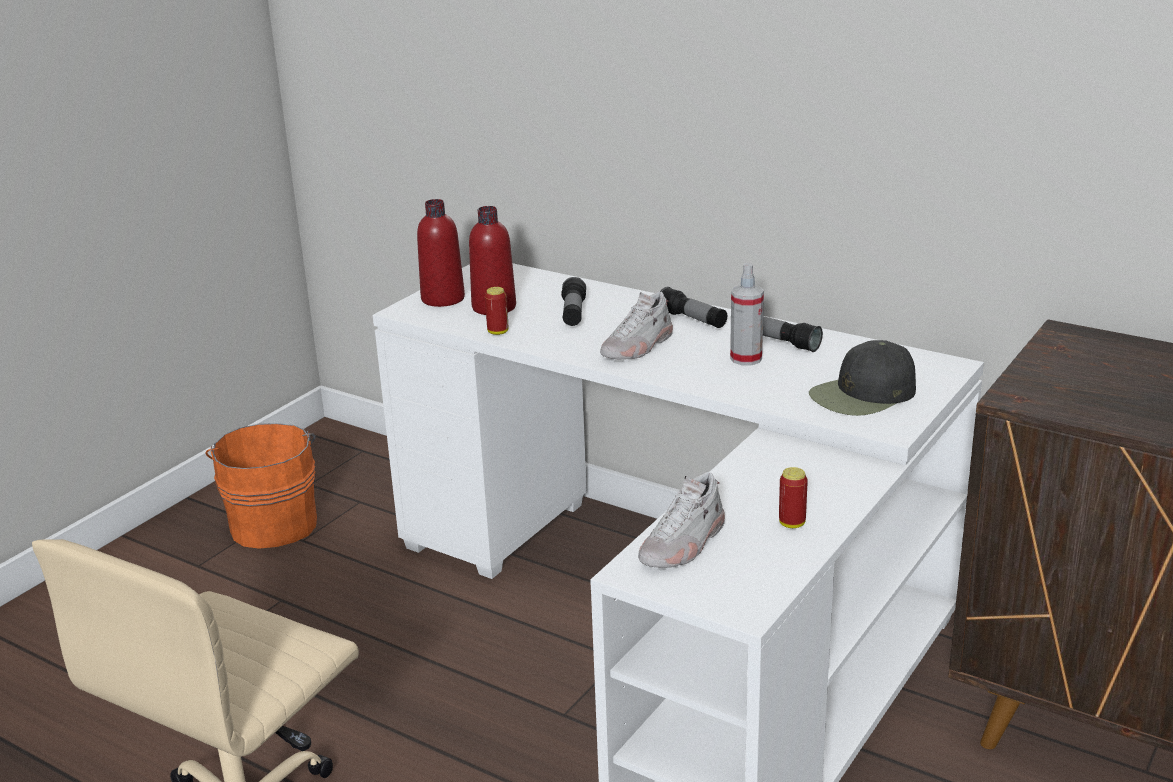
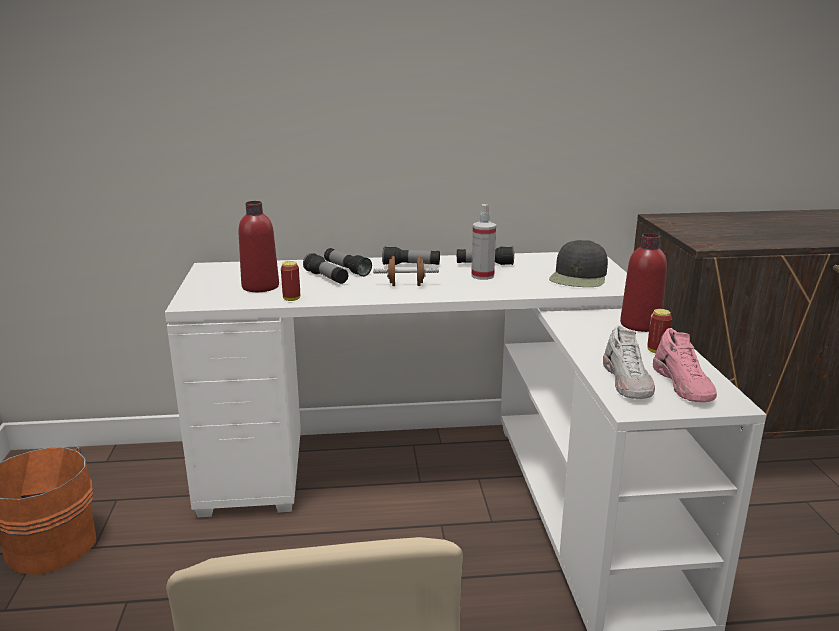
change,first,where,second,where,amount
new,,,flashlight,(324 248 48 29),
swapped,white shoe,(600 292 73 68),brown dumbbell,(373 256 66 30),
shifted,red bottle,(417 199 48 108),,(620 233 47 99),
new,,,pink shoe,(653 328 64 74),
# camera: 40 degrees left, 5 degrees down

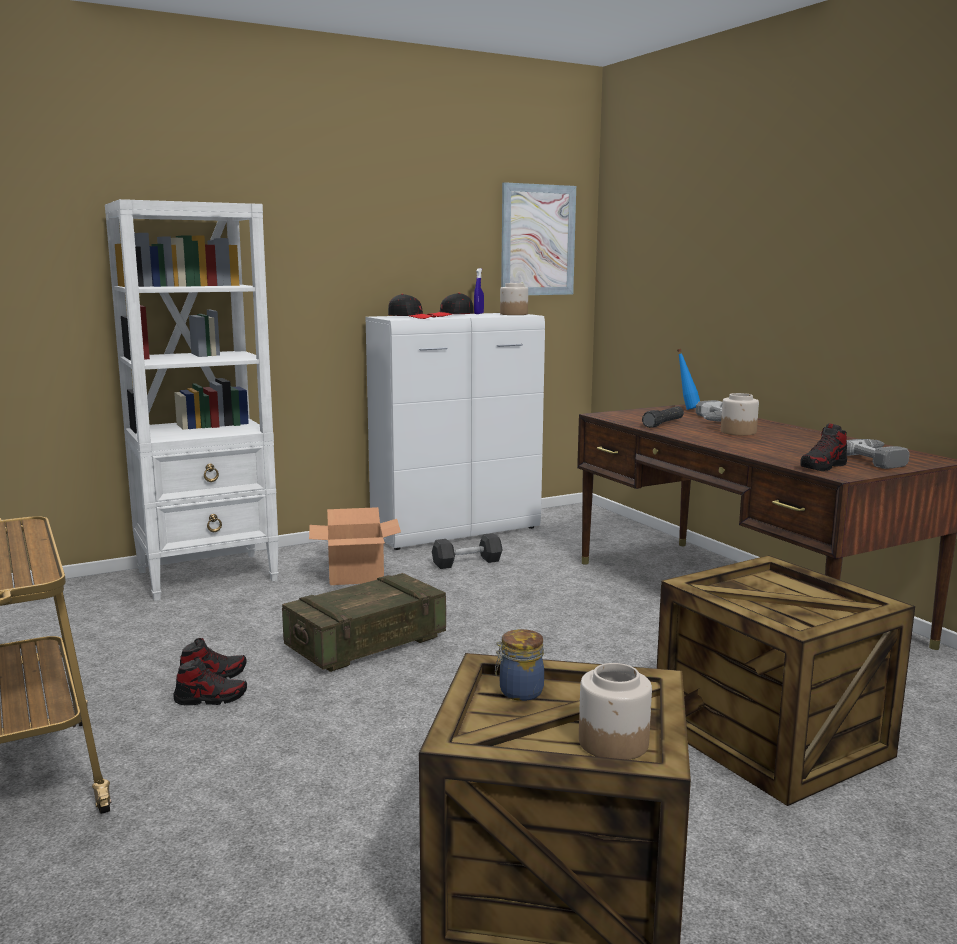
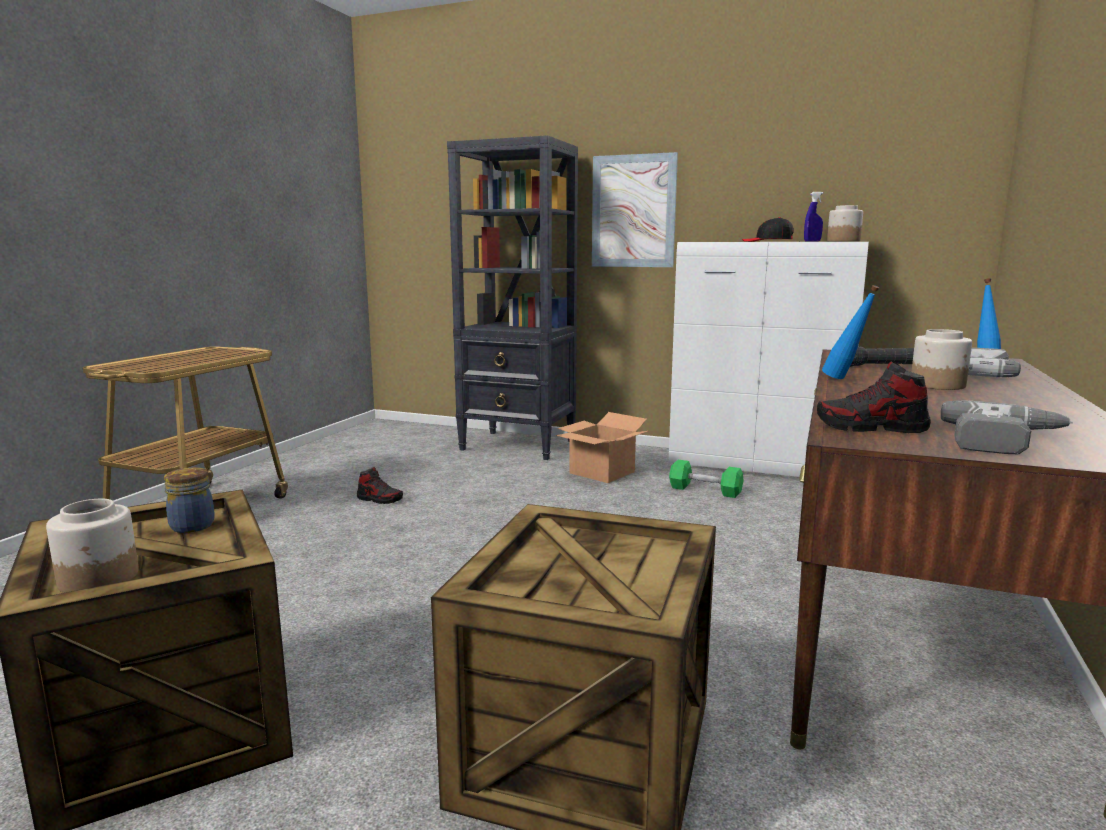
change,first,where,second,where,amount
repainted,white bookcase,(105 199 174 402),black bookcase,(447 135 131 325),
shifted,picture,(501 182 75 113),,(592 152 86 115),
repainted,grey dumbbell,(432 533 71 36),green dumbbell,(669 460 75 38),
new,,,blue bottle,(822 285 57 94),
gone,shoe,(173 657 74 48),,,
gone,crate,(282 573 164 99),,,
gone,black cap,(388 294 48 25),,,
# camera: 50 degrees right, 0 degrees up

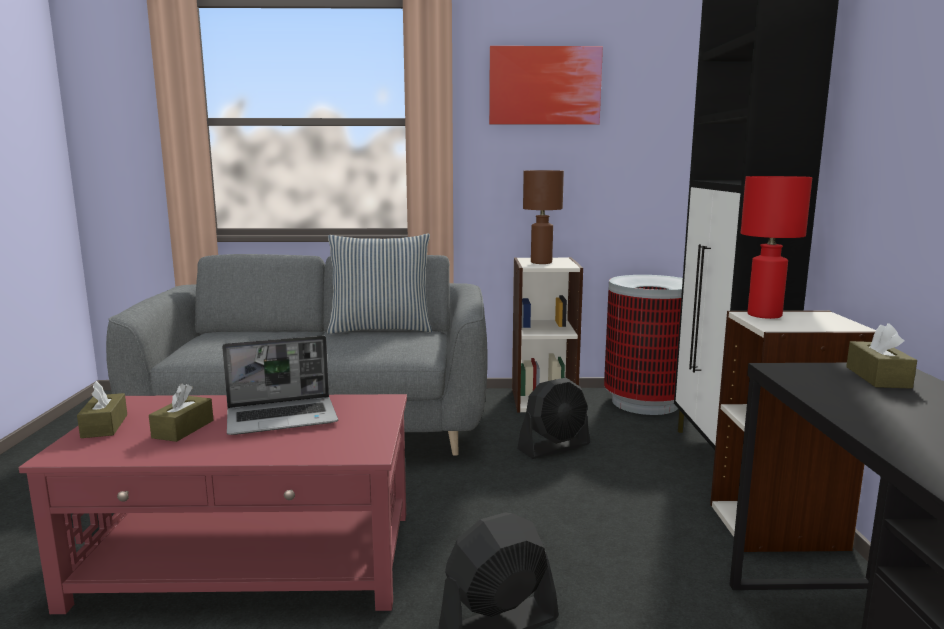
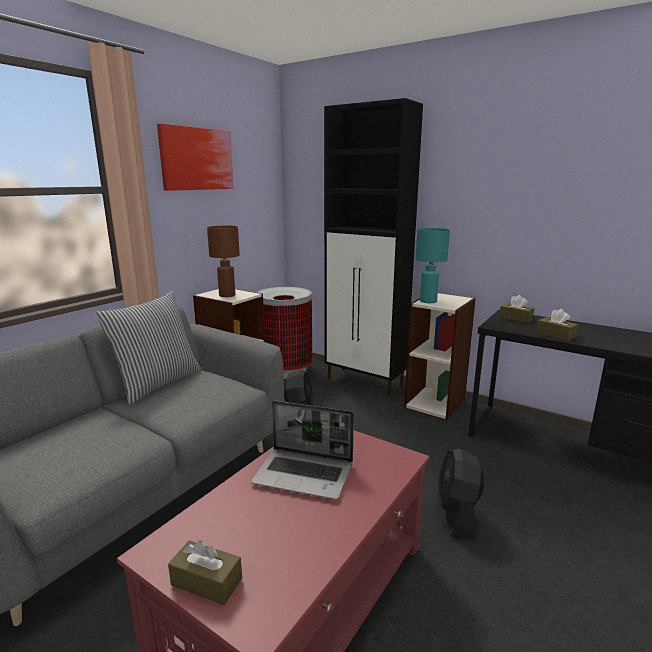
change,first,where,second,where,amount
rotated,laptop,(222 335 116 100),,(251 400 103 100),90 degrees clockwise
repainted,red table lamp,(741 176 71 143),turquoise table lamp,(415 228 35 75),
shifted,brown tissue box,(149 383 64 59),,(537 309 41 32),
# camera: 55 degrees left, 5 degrees up

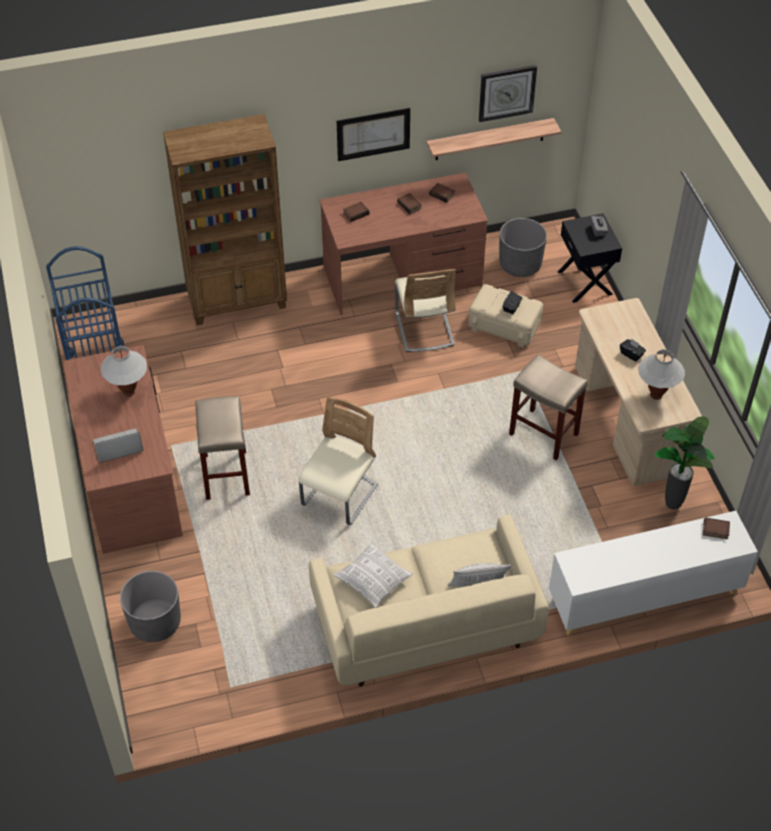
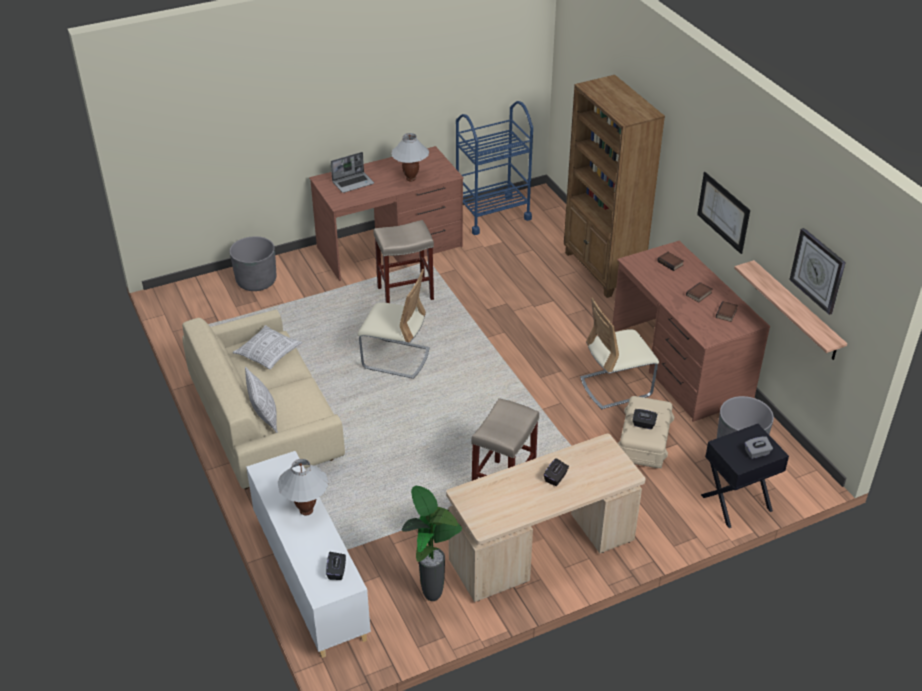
change,first,where,second,where,amount
shifted,white table lamp,(638 349 47 51),,(278 459 51 57),
swapped,book,(703 517 27 22),black tissue box,(326 552 20 28),
rotated,laptop,(93 428 50 35),,(331 152 43 41),90 degrees clockwise
# camera: 80 degrees right, 10 degrees down

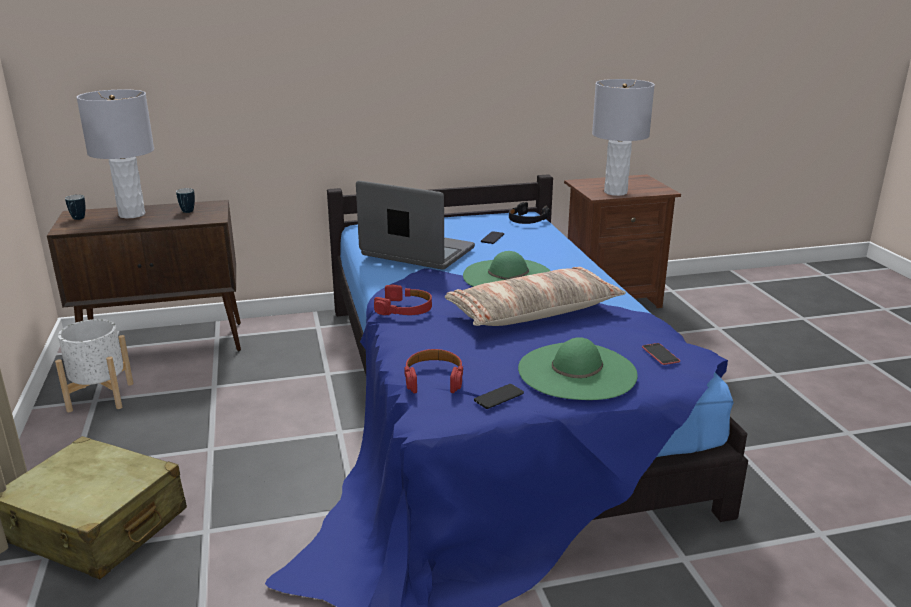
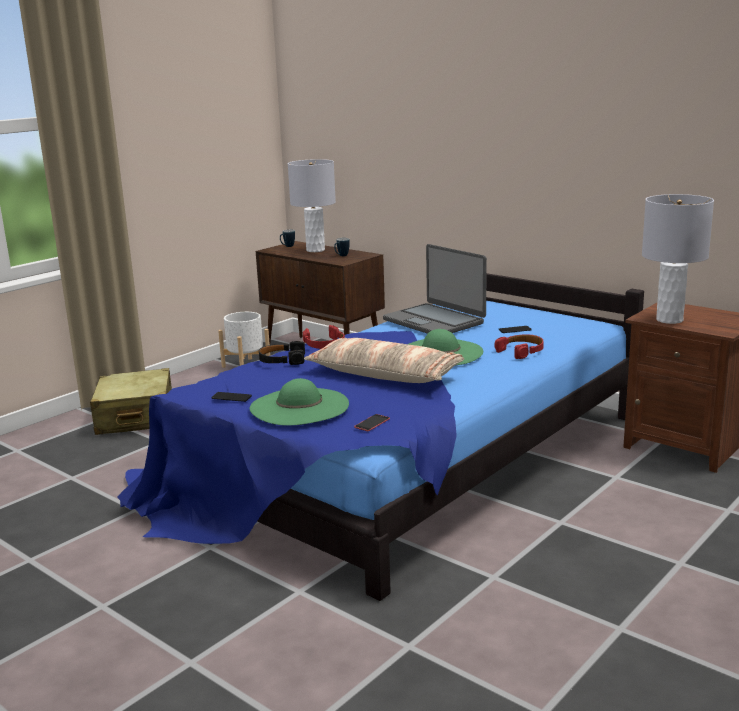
change,first,where,second,where,amount
shifted,black headphones,(509 202 41 22),,(259 341 46 24),
rotated,laptop,(356 181 119 89),,(383 244 104 90),150 degrees clockwise
shifted,red headphones,(404 349 59 44),,(495 334 49 25),
# camera: 55 degrees right, 5 degrees down

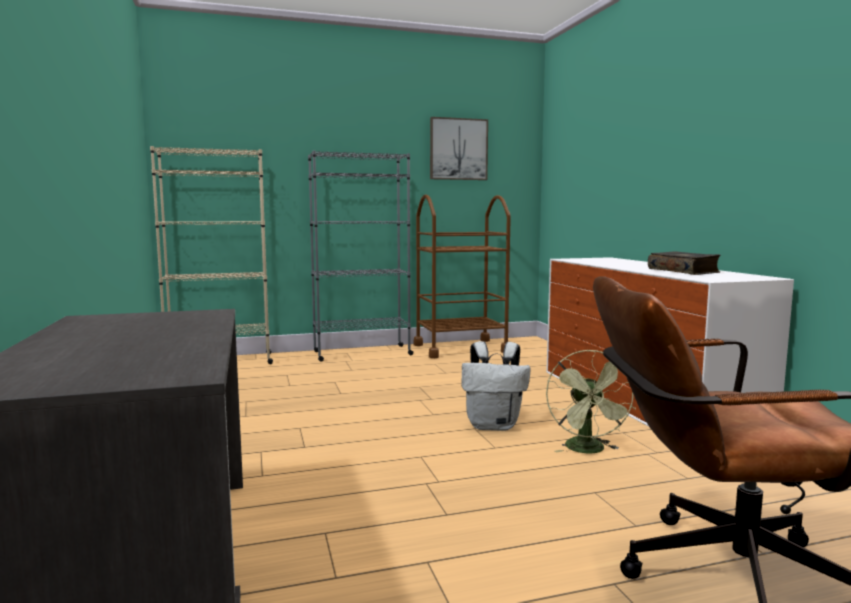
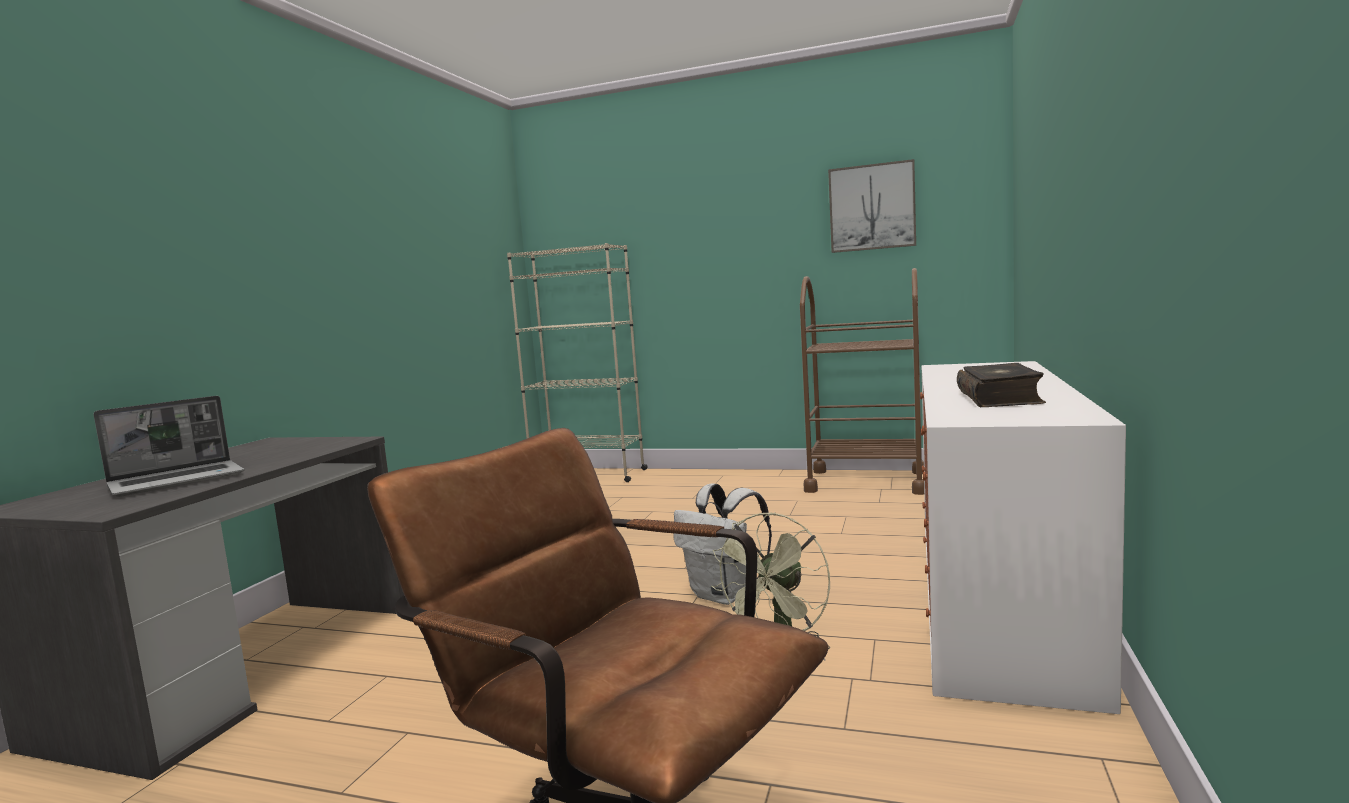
change,first,where,second,where,amount
new,,,laptop,(94 396 151 101),
gone,grey bookcase,(308 150 106 212),,,
# camera: 35 degrees right, 0 degrees up

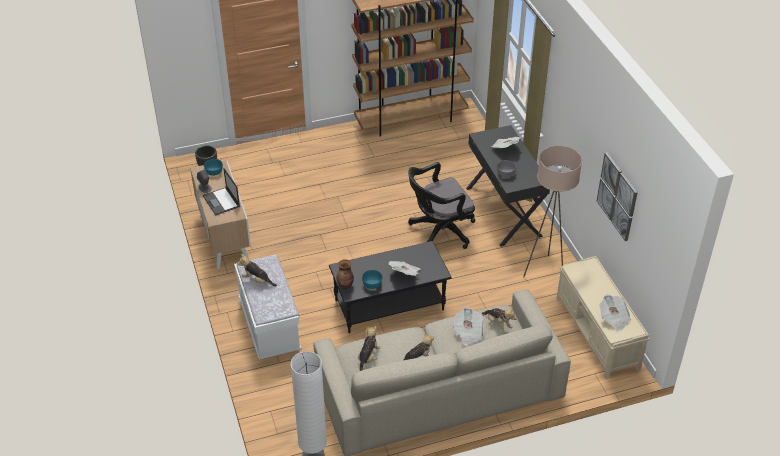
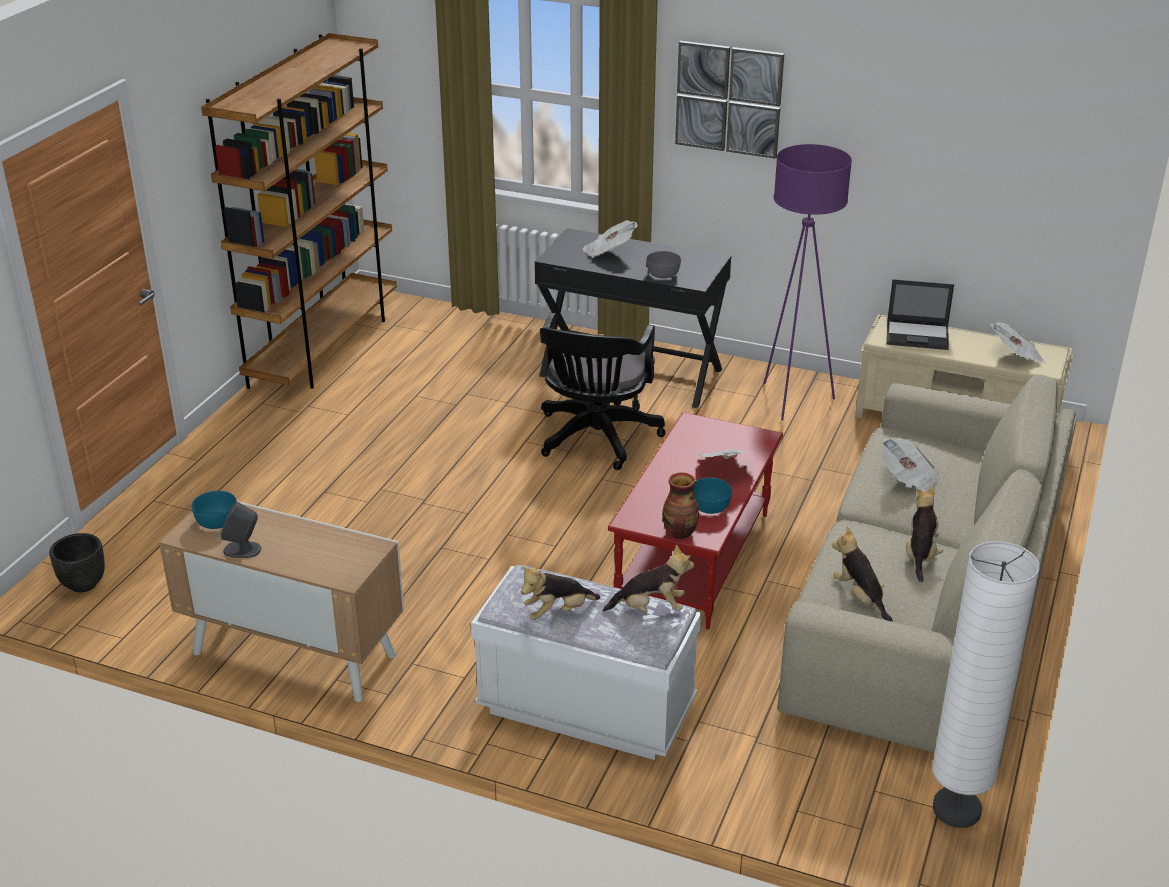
change,first,where,second,where,amount
shifted,plush toy,(481 307 36 25),,(603 544 91 68),
repainted,black coffee table,(329 241 123 92),red coffee table,(608 412 175 218),
shifted,picture,(597 153 41 88),,(675 41 109 118),
repainted,beige floor lamp,(523 146 59 132),purple floor lamp,(764 144 88 277),
shifted,laptop,(203 168 37 47),,(886 279 68 71),
# camera: 50 degrees left, 10 degrees down

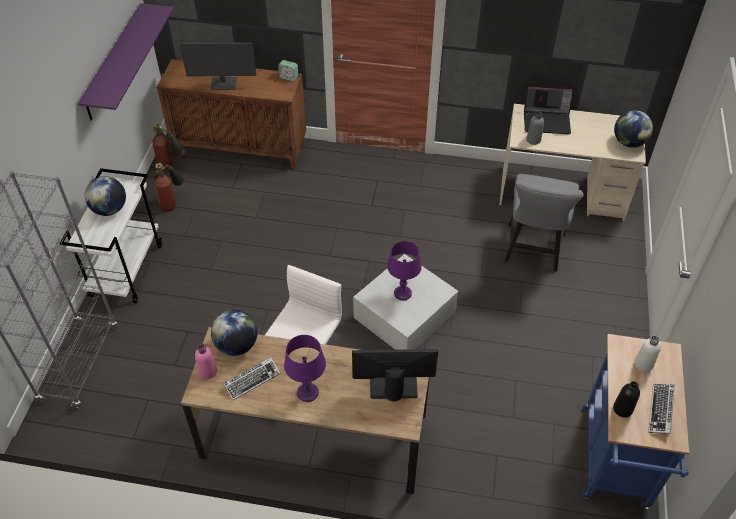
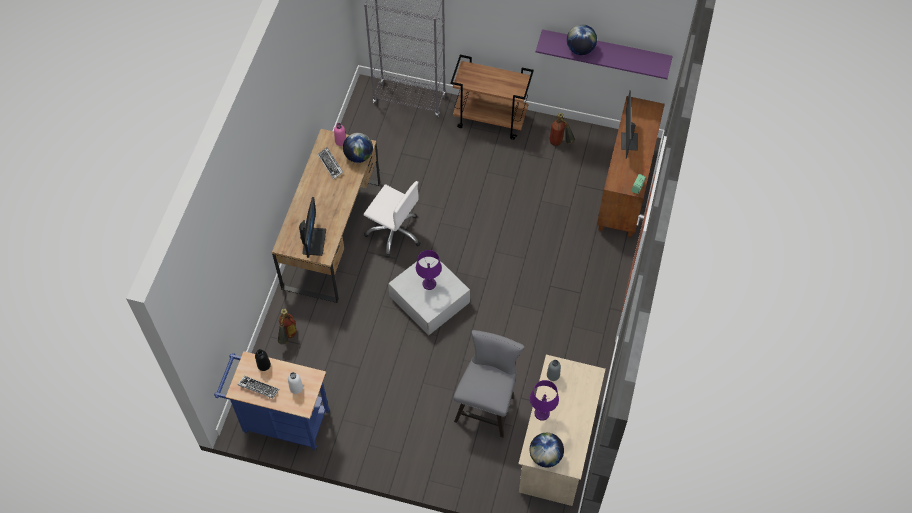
change,first,where,second,where,amount
shifted,fire extinguisher,(152 122 34 48),,(278 309 19 36),
repainted,white cart,(60 168 102 136),brown cart,(450 55 84 85),
rotated,grey chair,(504 174 80 98),,(454 330 71 108),90 degrees clockwise
shifted,purple table lamp,(284 335 42 67),,(530 380 29 41),
shifted,globe,(85 176 41 40),,(567 24 30 31),
gone,laptop,(524 86 50 48),,,
# camera: 95 degrees right, 10 degrees up

